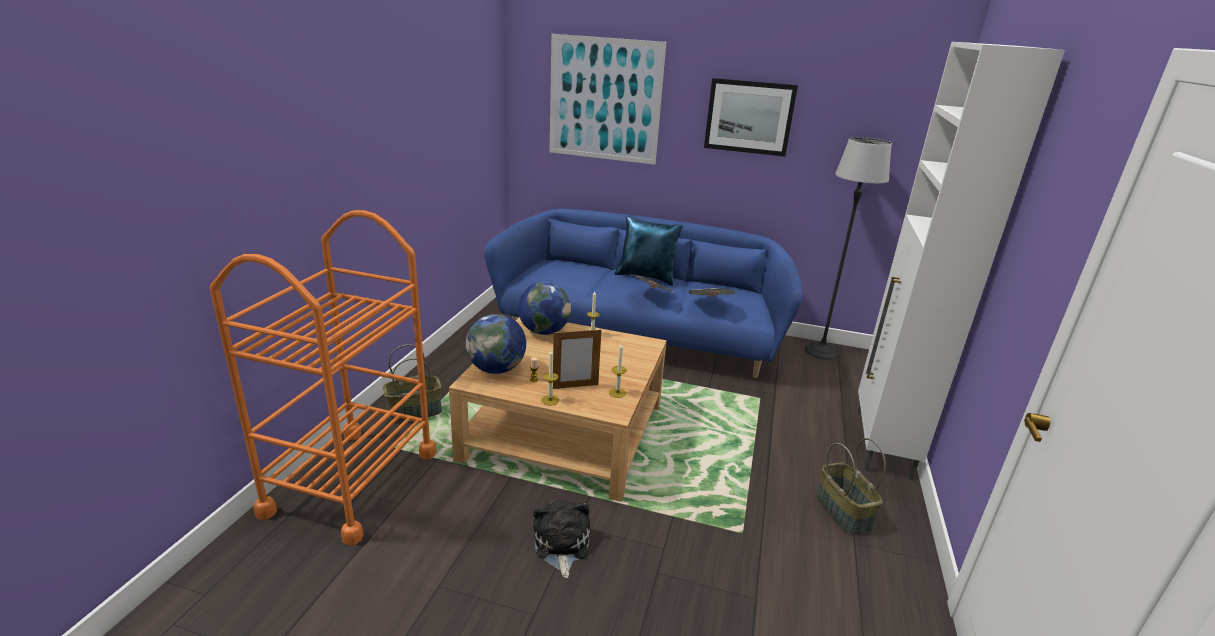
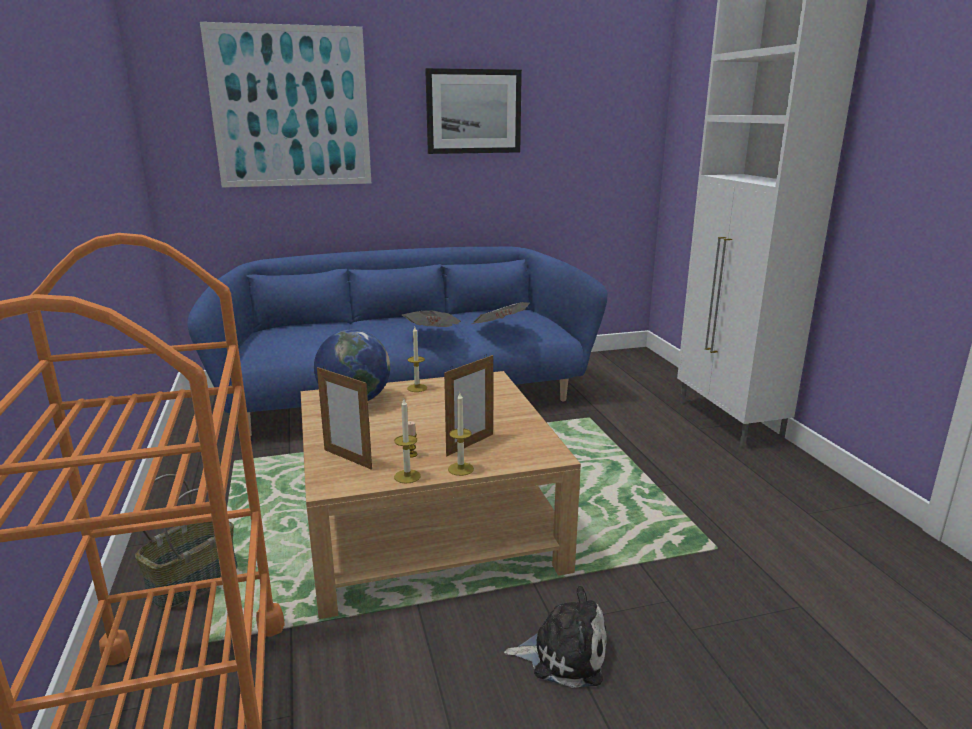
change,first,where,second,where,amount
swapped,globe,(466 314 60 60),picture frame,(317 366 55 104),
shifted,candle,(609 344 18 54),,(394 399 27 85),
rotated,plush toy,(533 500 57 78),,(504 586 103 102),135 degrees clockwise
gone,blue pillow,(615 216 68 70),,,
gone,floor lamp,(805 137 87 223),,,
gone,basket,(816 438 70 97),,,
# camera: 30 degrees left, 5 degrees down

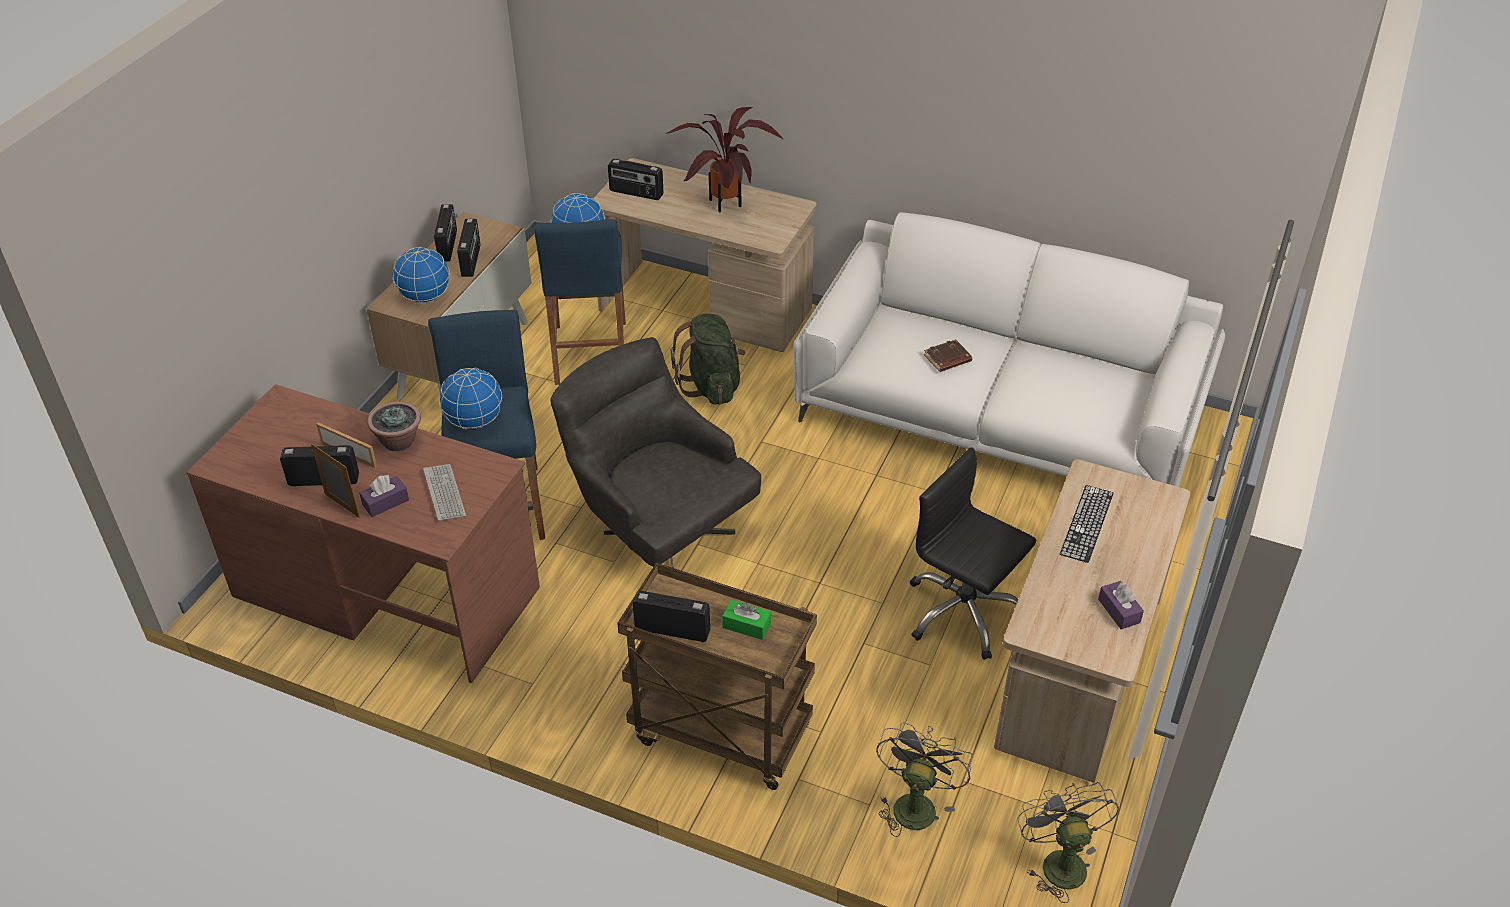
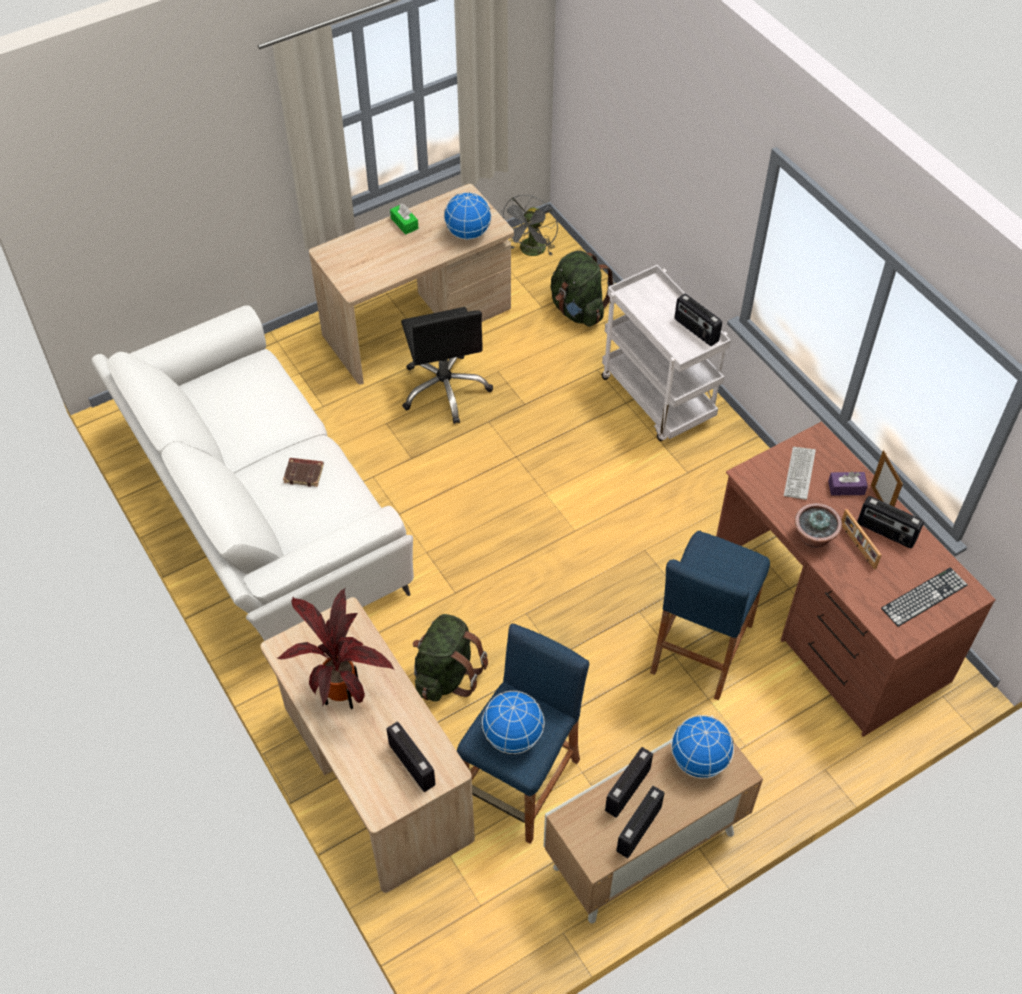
change,first,where,second,where,amount
shifted,green tissue box,(722 600 49 40),,(390 204 28 31),
shifted,globe,(439 368 63 61),,(444 192 48 48),
swapped,grey fan,(876 722 96 115),green backpack,(551 251 64 76),
repainted,brown cart,(617 563 200 227),white cart,(602 265 129 176),
shifted,keyboard,(1060 485 54 78),,(881 567 87 60),
gone,grey armchair,(550 337 211 230),,,
gone,purple tissue box,(1098 581 46 48),,,
# camera: 145 degrees left, 10 degrees up

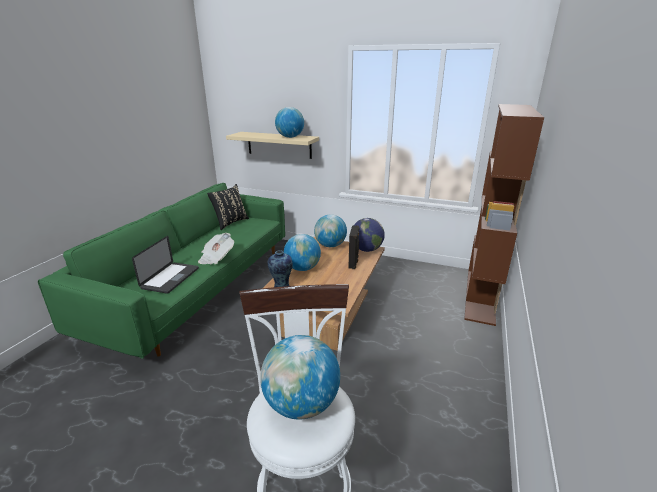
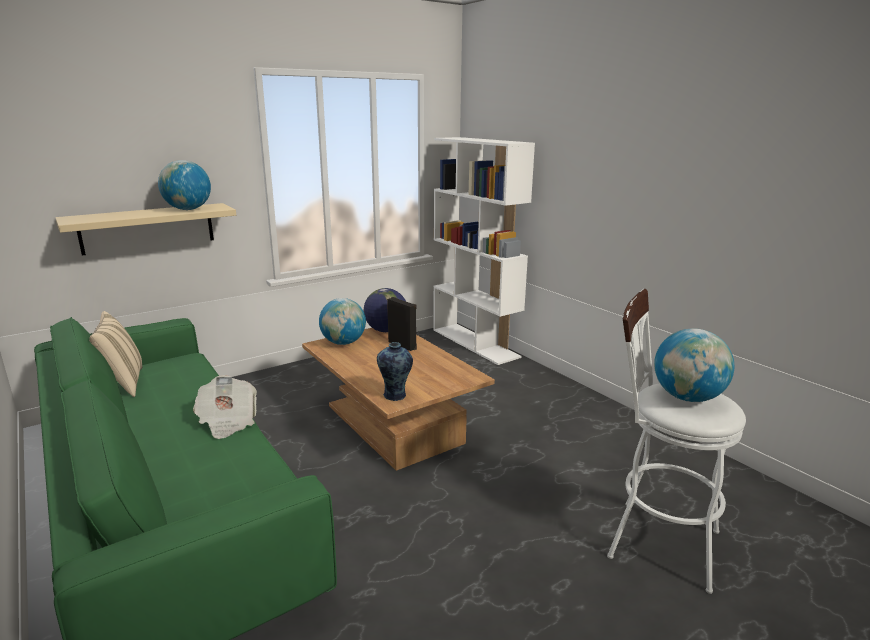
change,first,where,second,where,amount
repainted,black pillow,(207 184 42 46),beige pillow,(89 311 53 86),
repainted,brown bookcase,(464 104 80 222),white bookcase,(433 137 102 228),
gone,laptop,(132 236 67 58),,,
gone,globe,(284 234 37 37),,,
# camera: 55 degrees left, 5 degrees down

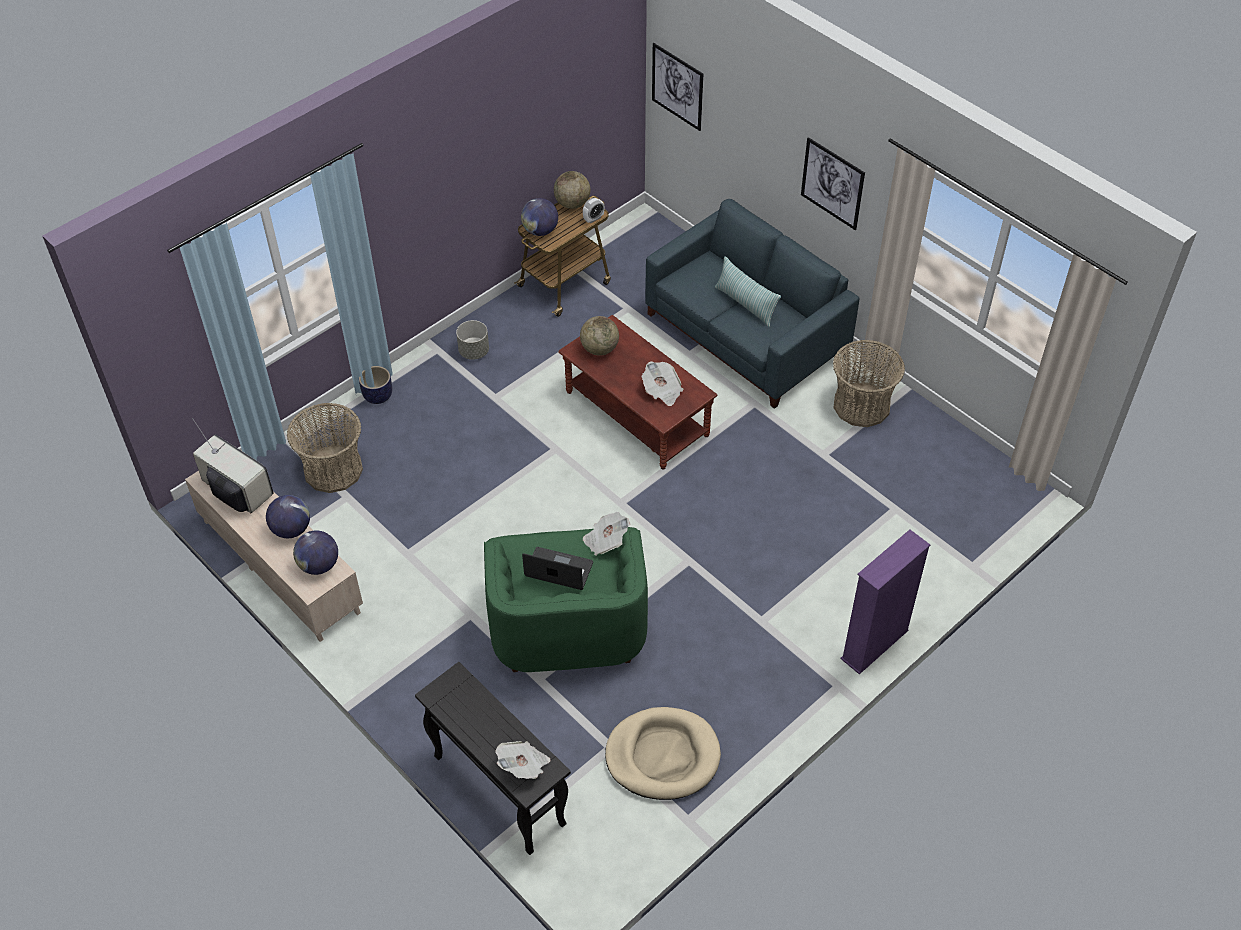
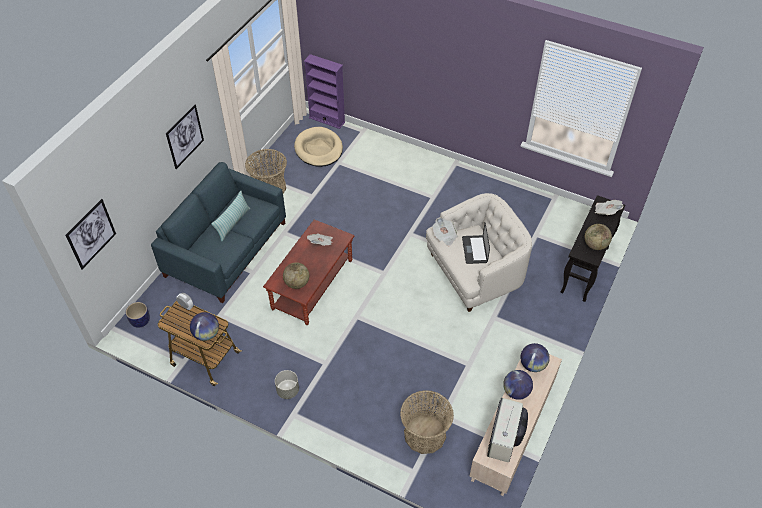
change,first,where,second,where,amount
shifted,planter,(359 366 33 38),,(126 302 24 26),
shifted,beige dog bed,(605 707 116 93),,(294 127 49 40),
shifted,purple bookcase,(840 530 90 144),,(304 54 41 75),
repainted,green armchair,(484 527 164 145),white armchair,(426 193 106 119),
shifted,globe,(554 171 36 38),,(585 224 27 26),
# camera: 110 degrees left, 0 degrees up

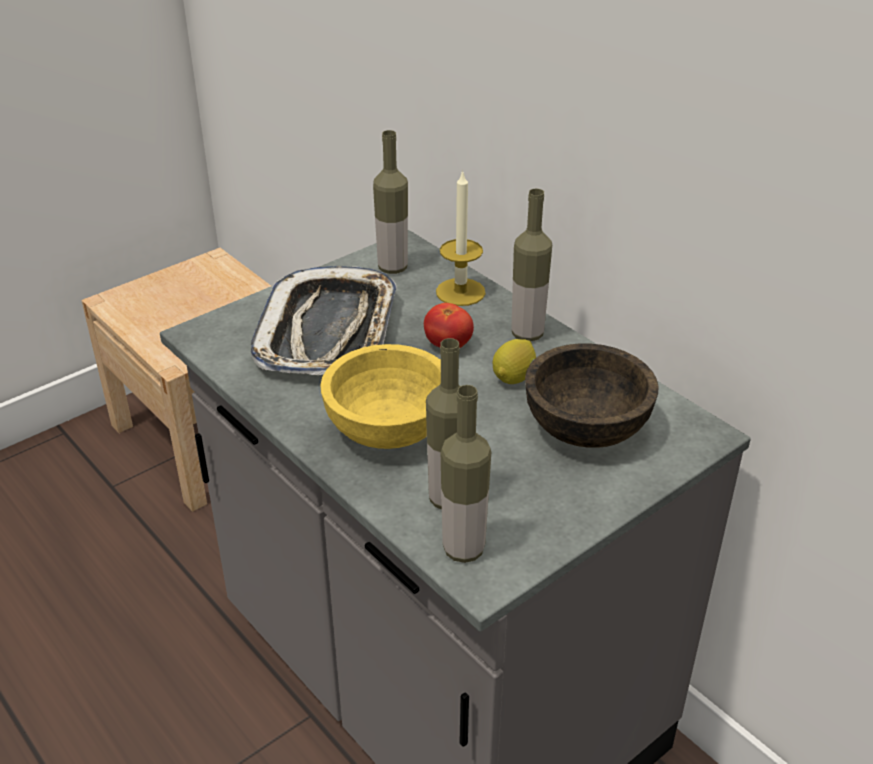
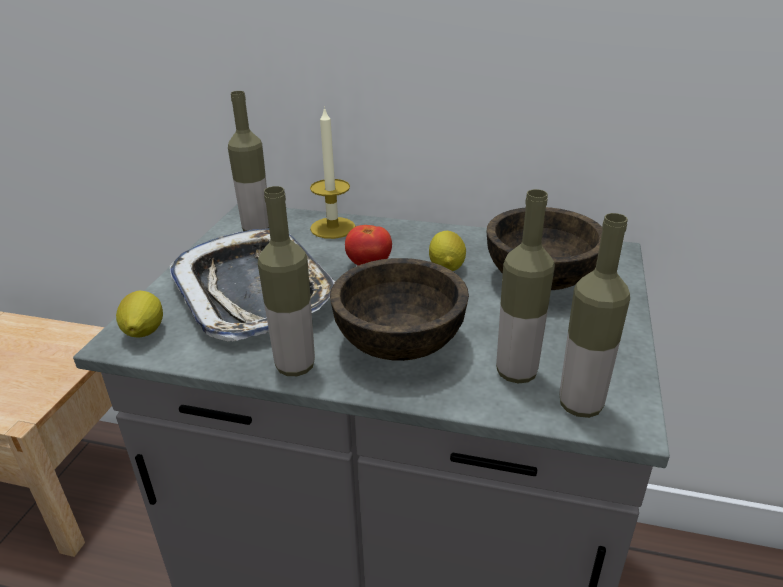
change,first,where,second,where,amount
new,,,lemon,(116 291 47 47),
shifted,bottle,(511 188 41 154),,(258 186 57 190),
repainted,yellow bowl,(320 344 121 105),brown bowl,(330 258 139 103),
# camera: 35 degrees left, 5 degrees down

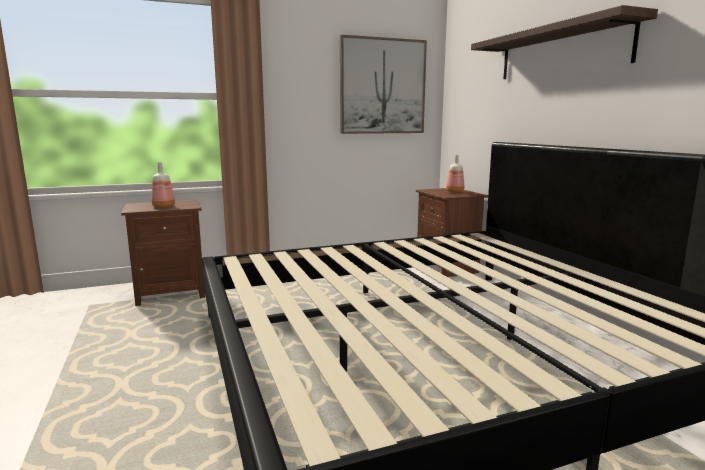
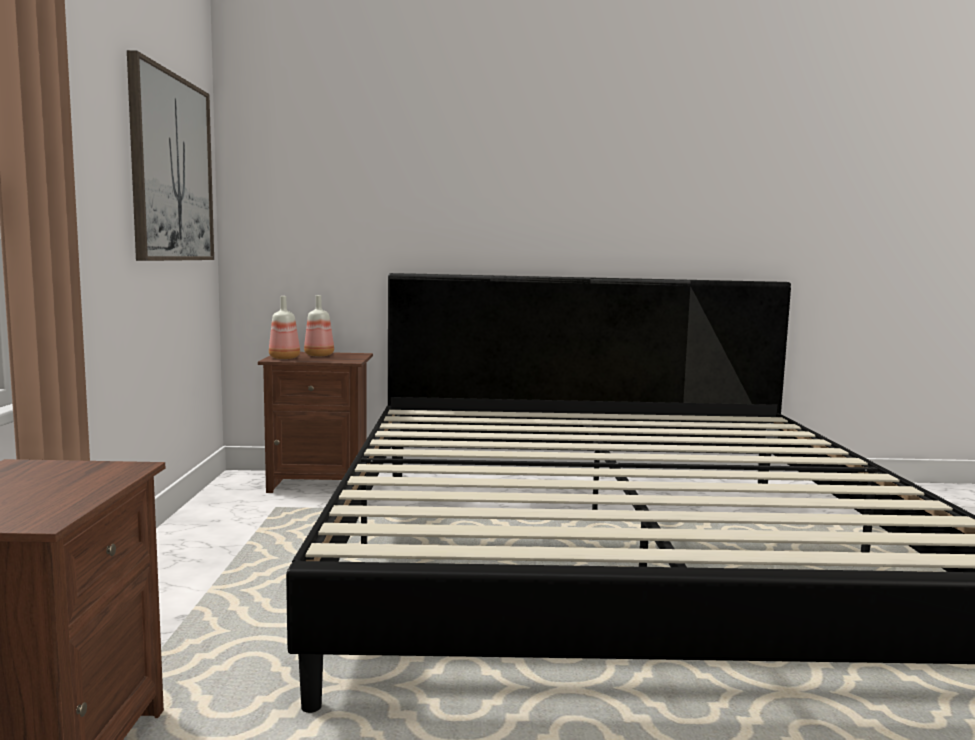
change,first,where,second,where,amount
shifted,bottle,(152 162 23 46),,(269 296 31 63),
gone,shelf,(471 5 187 74),,,
# camera: 70 degrees left, 5 degrees down

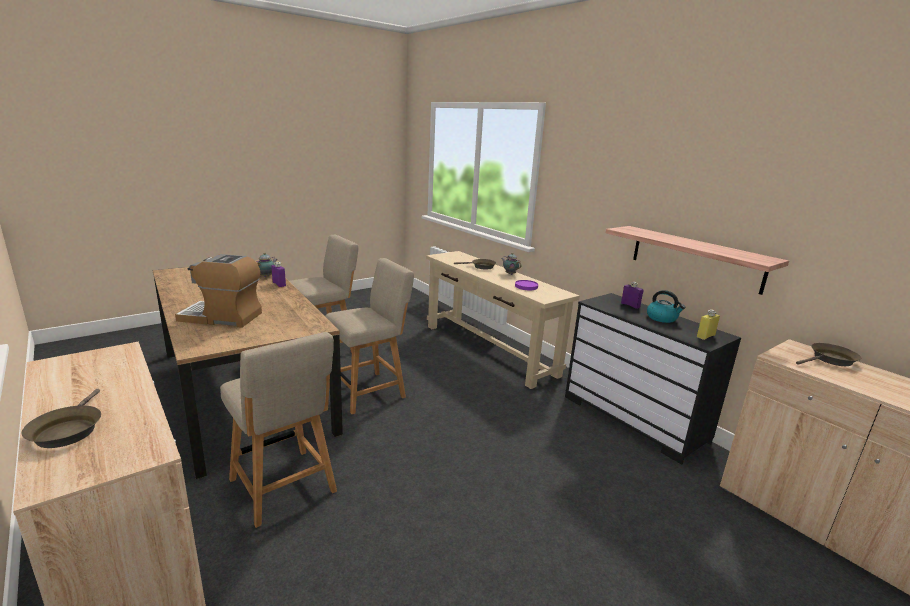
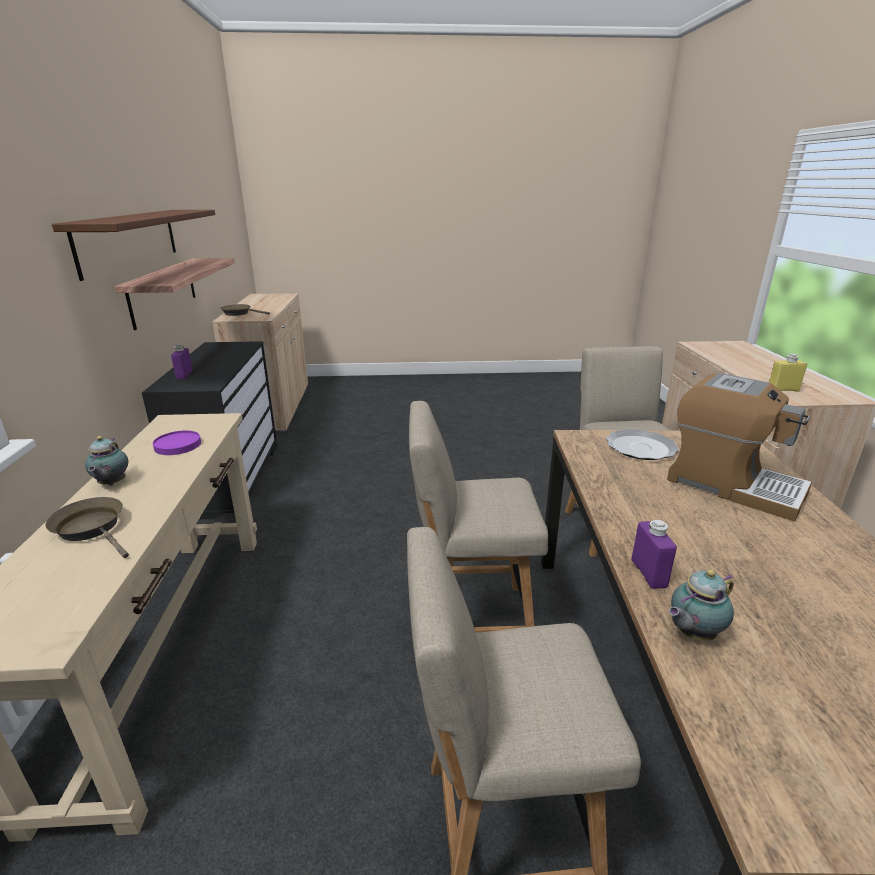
change,first,where,second,where,amount
new,,,brown shelf,(52 210 163 71),
new,,,plate,(606 429 73 31),
shifted,yellow bottle,(697 309 23 31),,(769 354 38 38),
gone,brown frying pan,(22 389 79 59),,,
gone,kettle,(647 290 38 33),,,
# camera: 145 degrees left, 5 degrees up

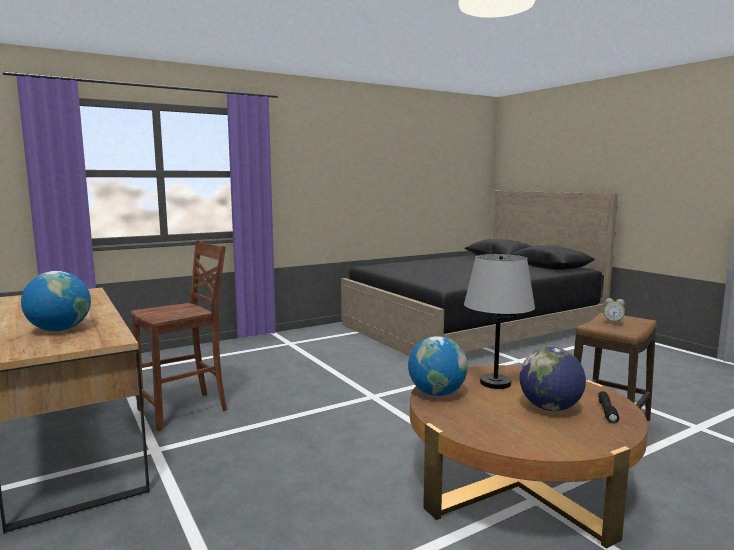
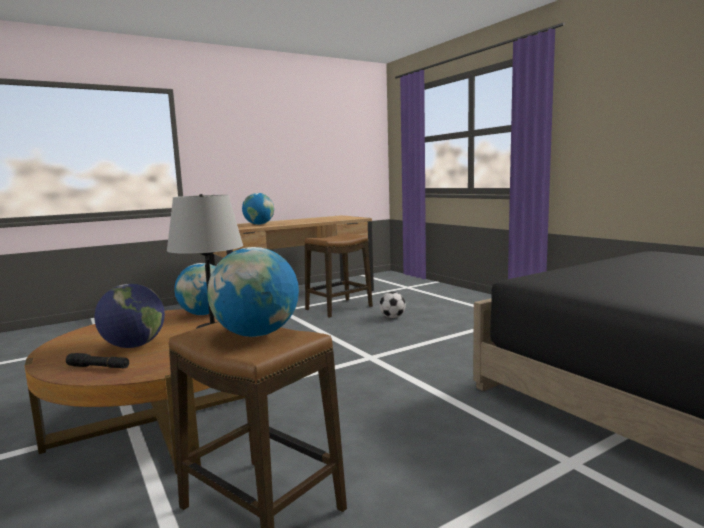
change,first,where,second,where,amount
swapped,alarm clock,(604 298 21 26),globe,(208 247 91 90),
swapped,brown chair,(131 240 96 191),stool,(305 234 68 84),
new,,,football,(379 292 27 26),
# camera: 90 degrees right, 0 degrees up

